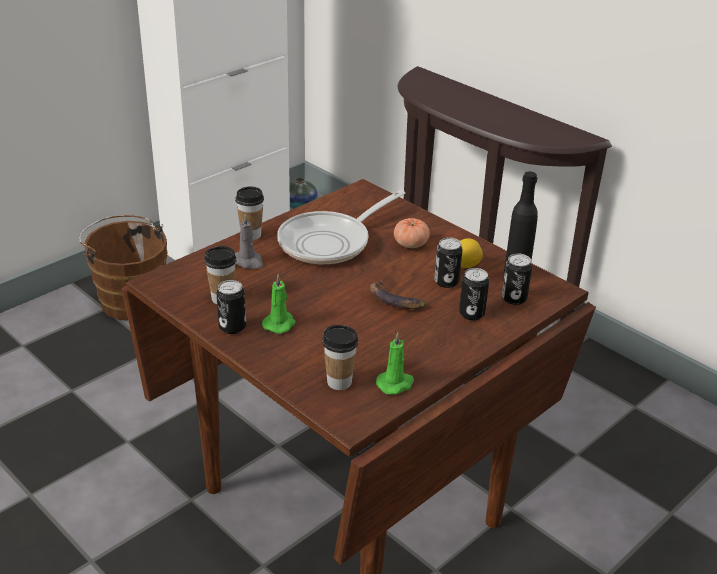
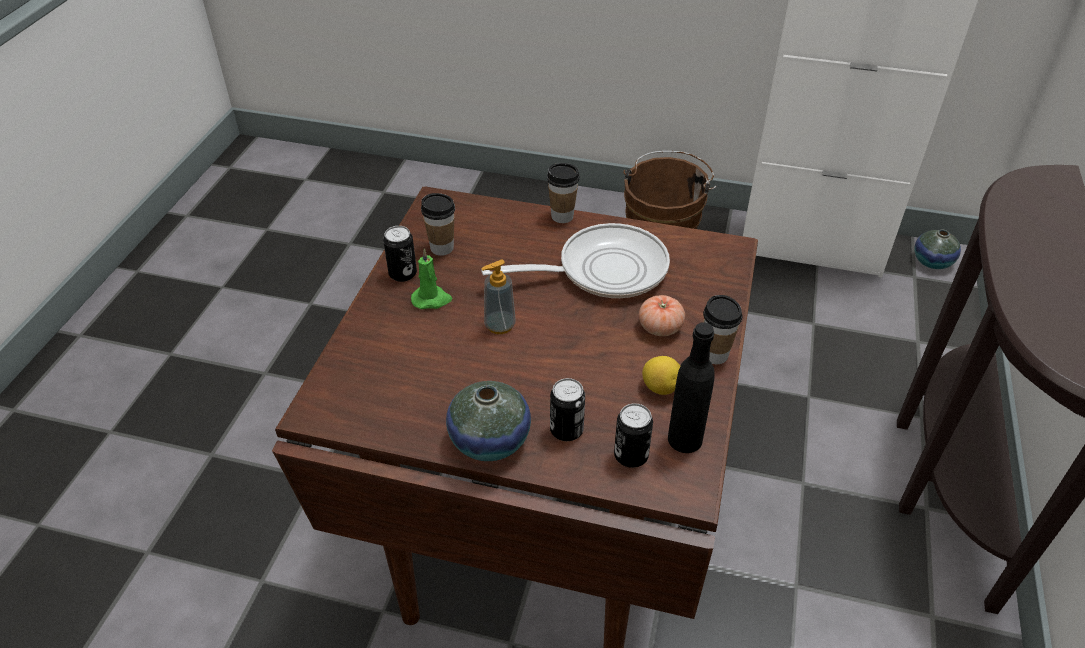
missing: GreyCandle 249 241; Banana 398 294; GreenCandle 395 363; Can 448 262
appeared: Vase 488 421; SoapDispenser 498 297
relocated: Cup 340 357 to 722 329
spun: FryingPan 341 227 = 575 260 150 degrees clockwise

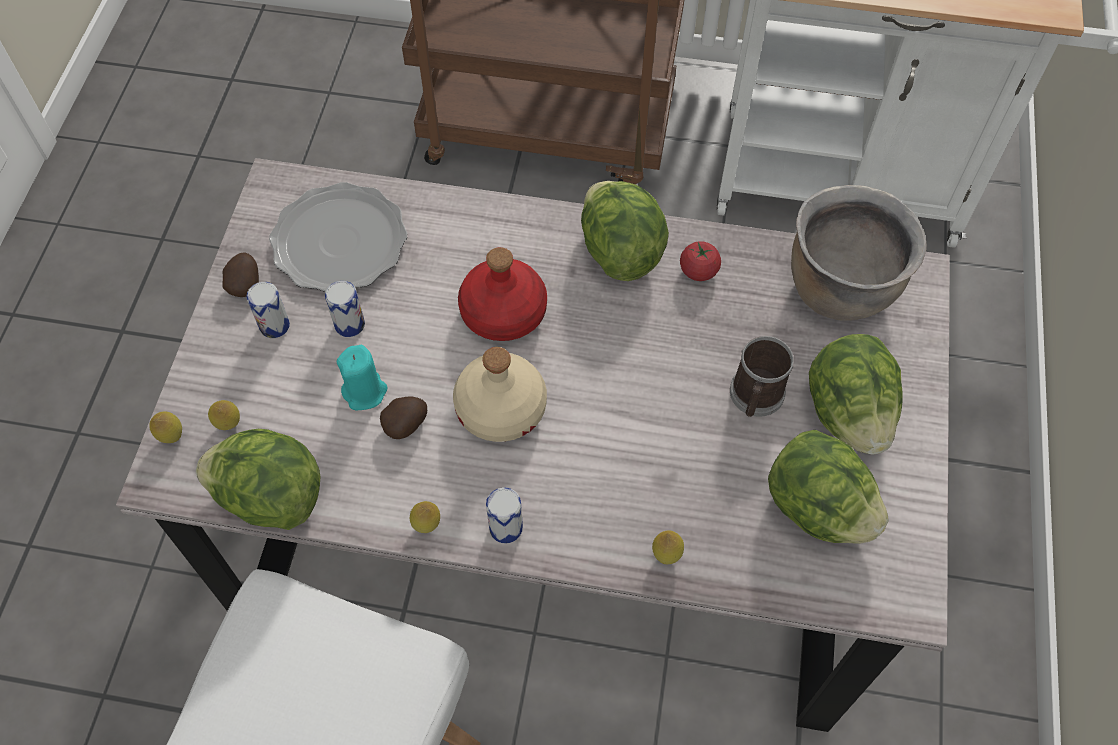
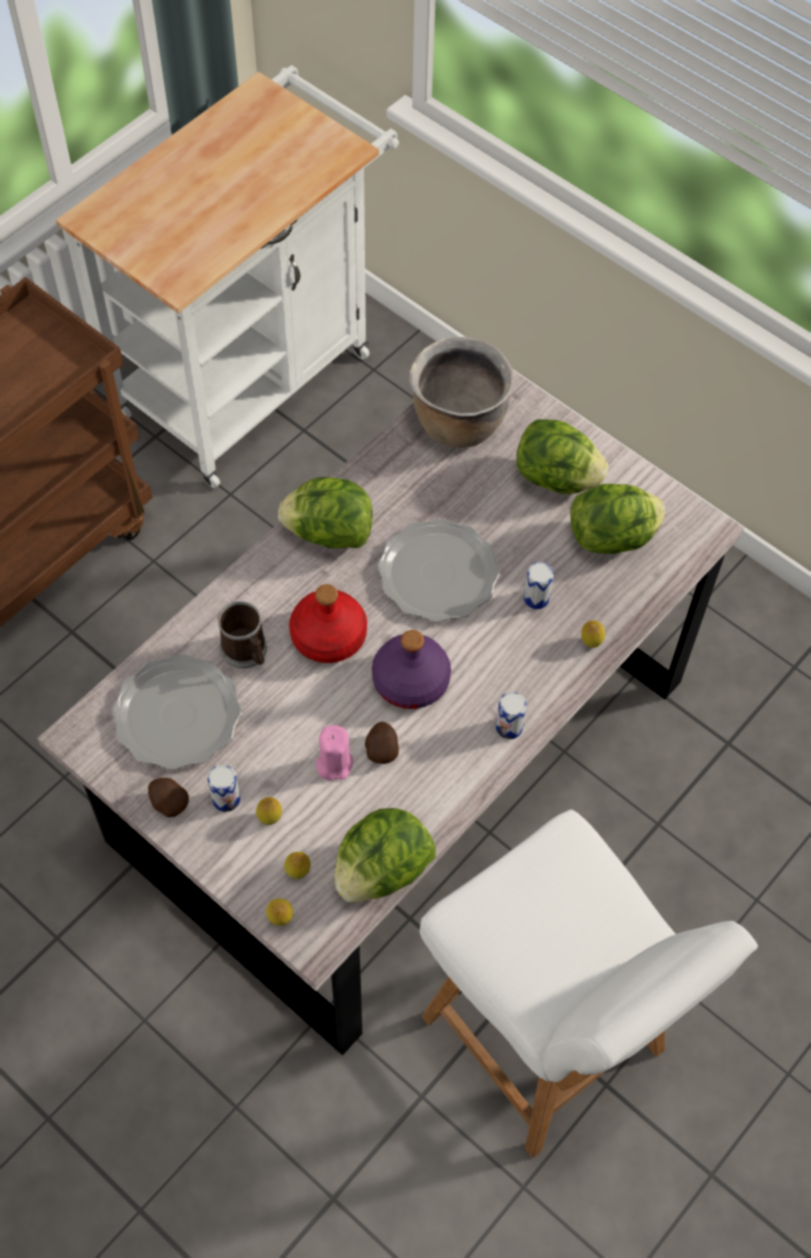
missing: Tomato 700 261
appeared: Plate 438 570
relocated: Mug 762 376 to 242 635; Lemon 425 517 to 269 811; Can 345 309 to 539 585
colour: TurquoiseCandle 362 377 to PinkCandle 334 752; BeigeBottle 500 394 to PurpleBottle 411 669

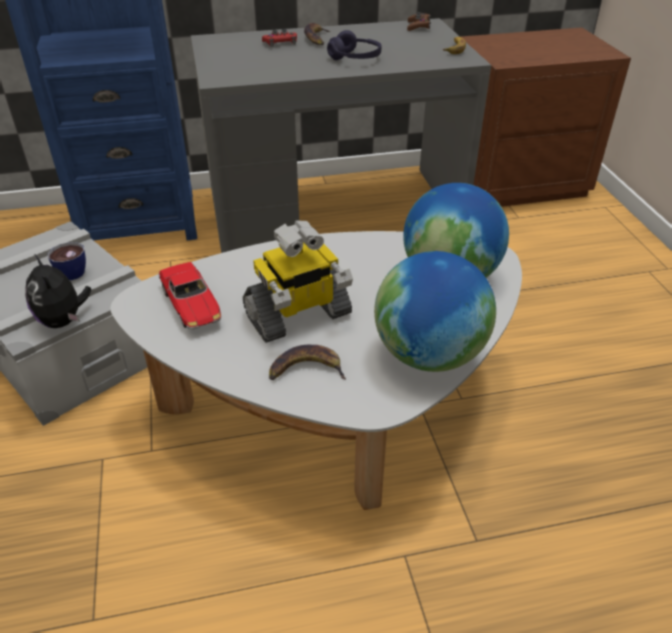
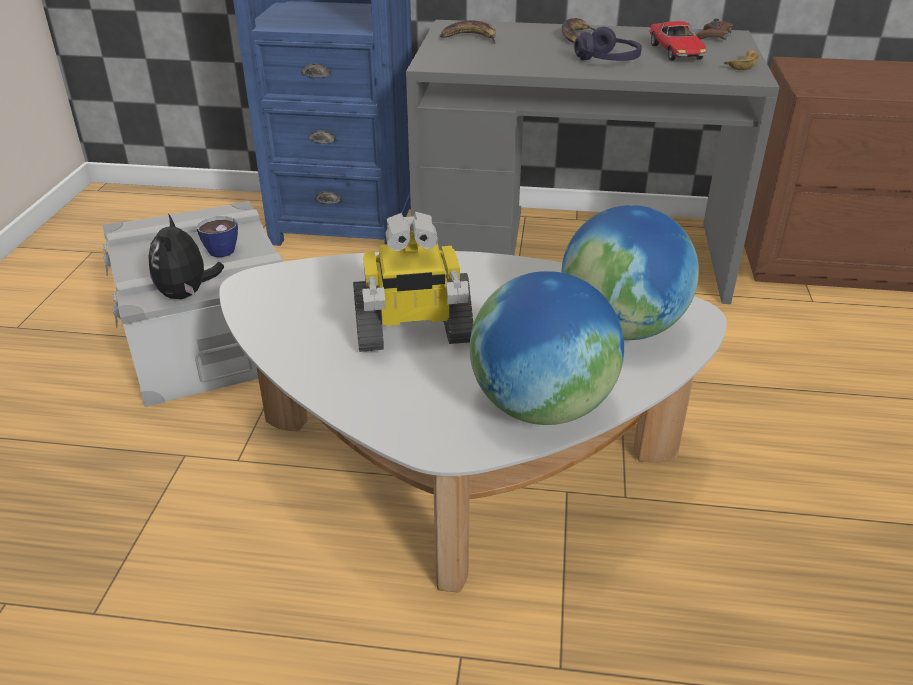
missing: RedGameController 279 38
relocated: Banana 307 362 to 468 32; ToyCar 190 295 to 678 41

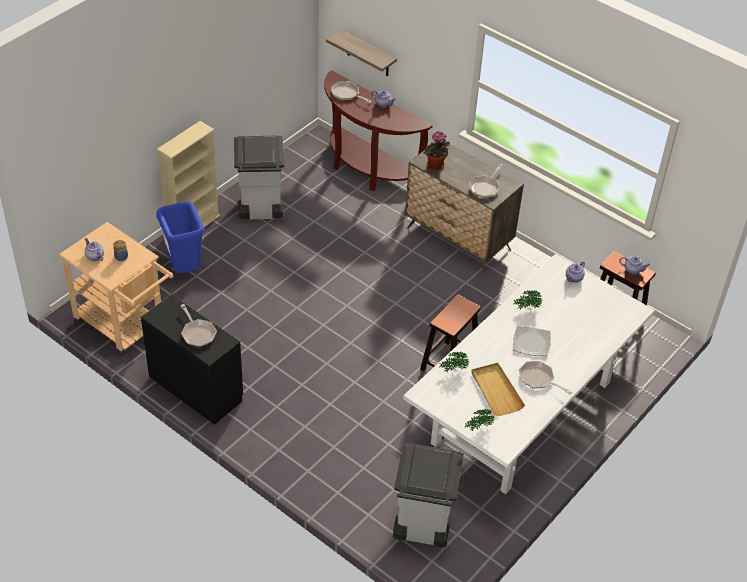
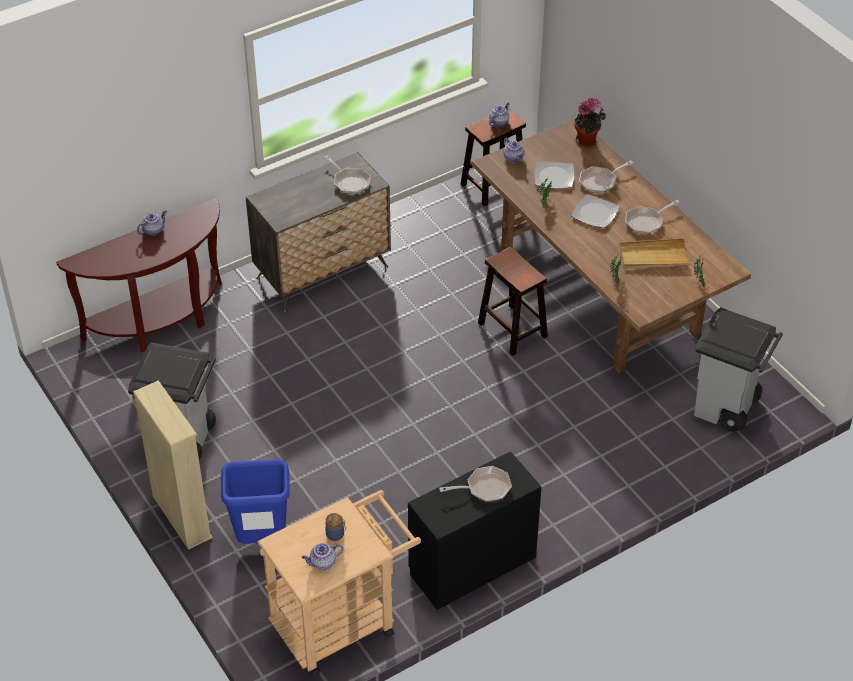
missing: Shelf 361 53
appeared: Plate 554 175
relocated: PottedPlant 436 151 to 590 122; FryingPan 351 92 to 606 177
colour: WhiteDiningTable 529 374 to BrownDiningTable 611 245

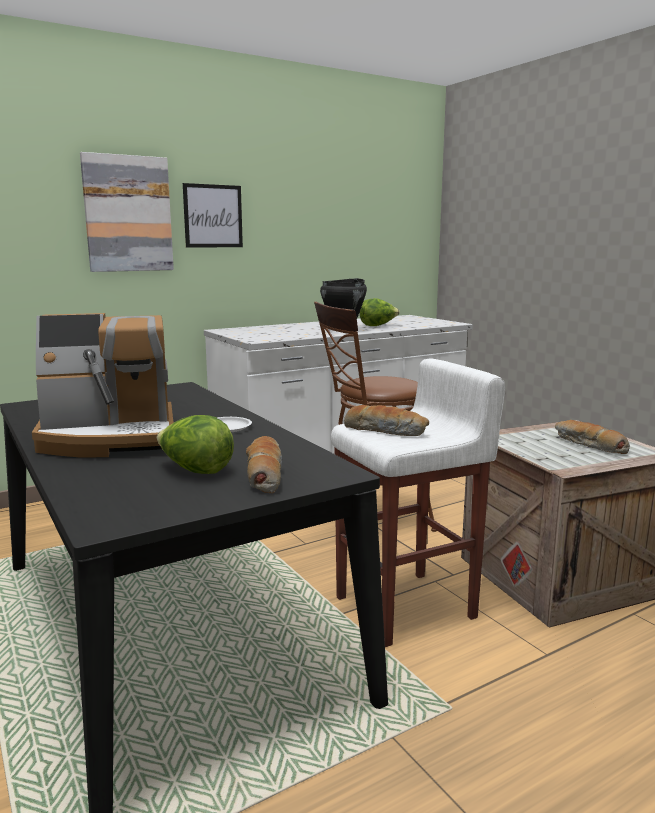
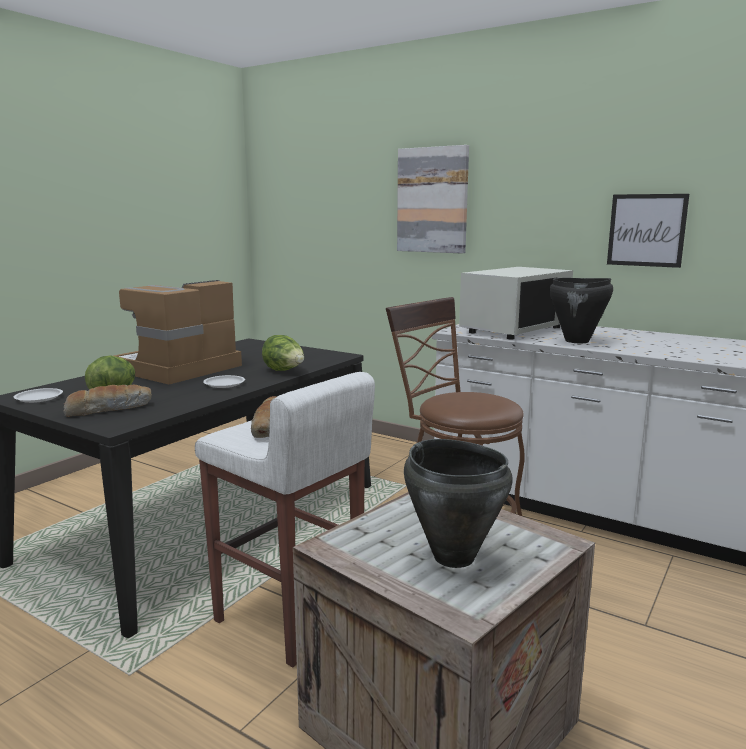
appeared: WhitePlate 38 395; WhiteMicrowave 516 303
relocated: Lettuce 379 312 to 283 353; Picture 213 215 to 648 231
exchanged: Bread 592 437 to BlackCookingPot 458 503
spun: CoffeeMachine 103 385 = 178 332 75 degrees clockwise

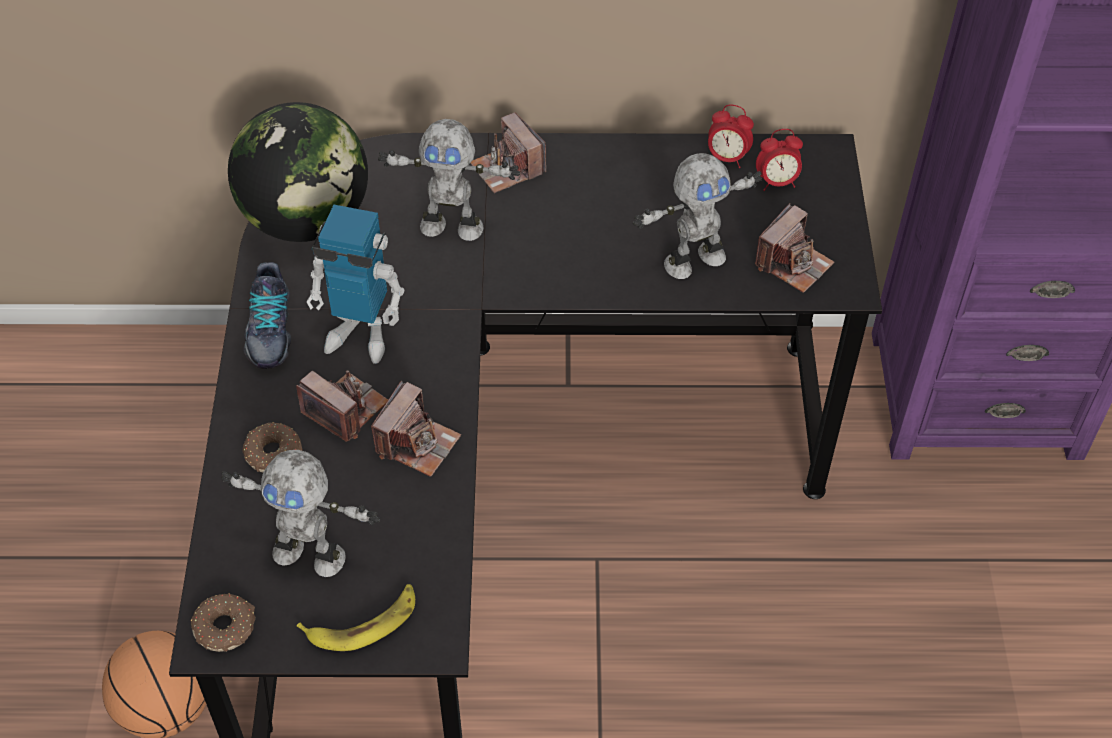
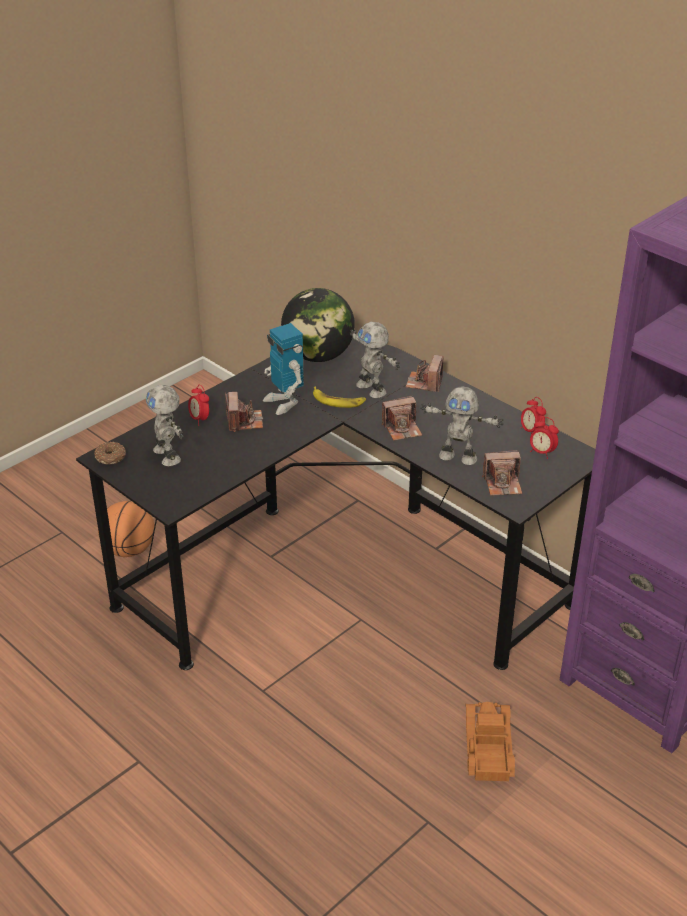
missing: Shoe 267 315
appeared: ToyTruck 490 741
relocated: Banana 356 617 to 339 397; PhotoCamera 416 429 to 402 418
exchanged: Donut 272 447 to AlarmClock 198 405

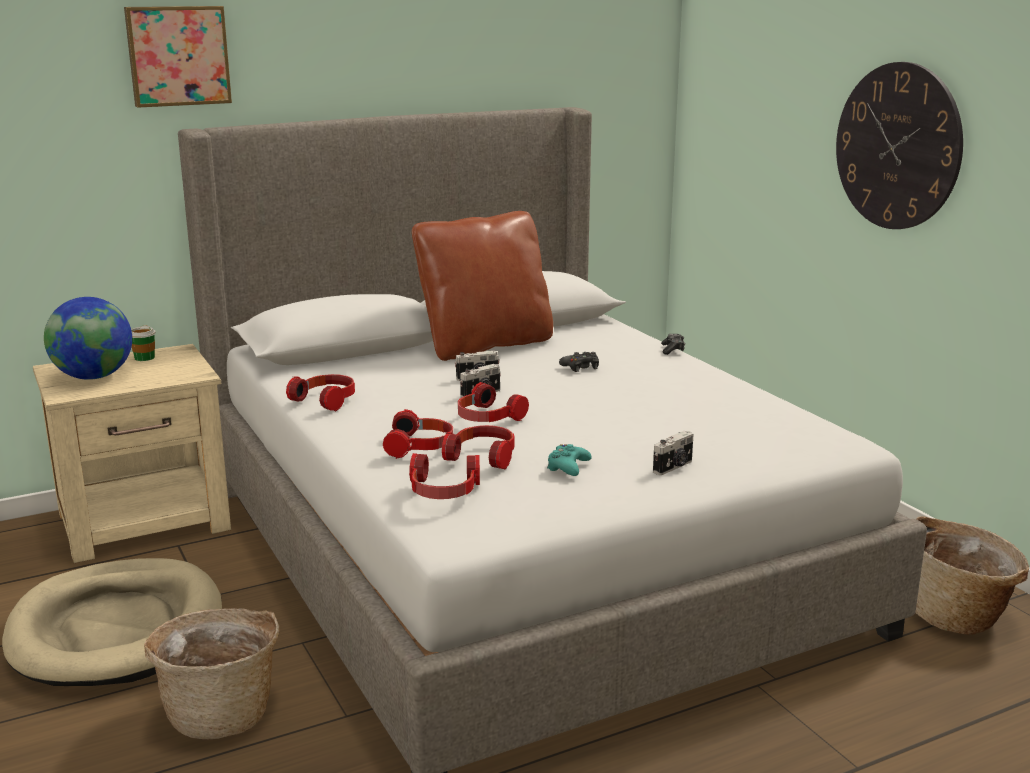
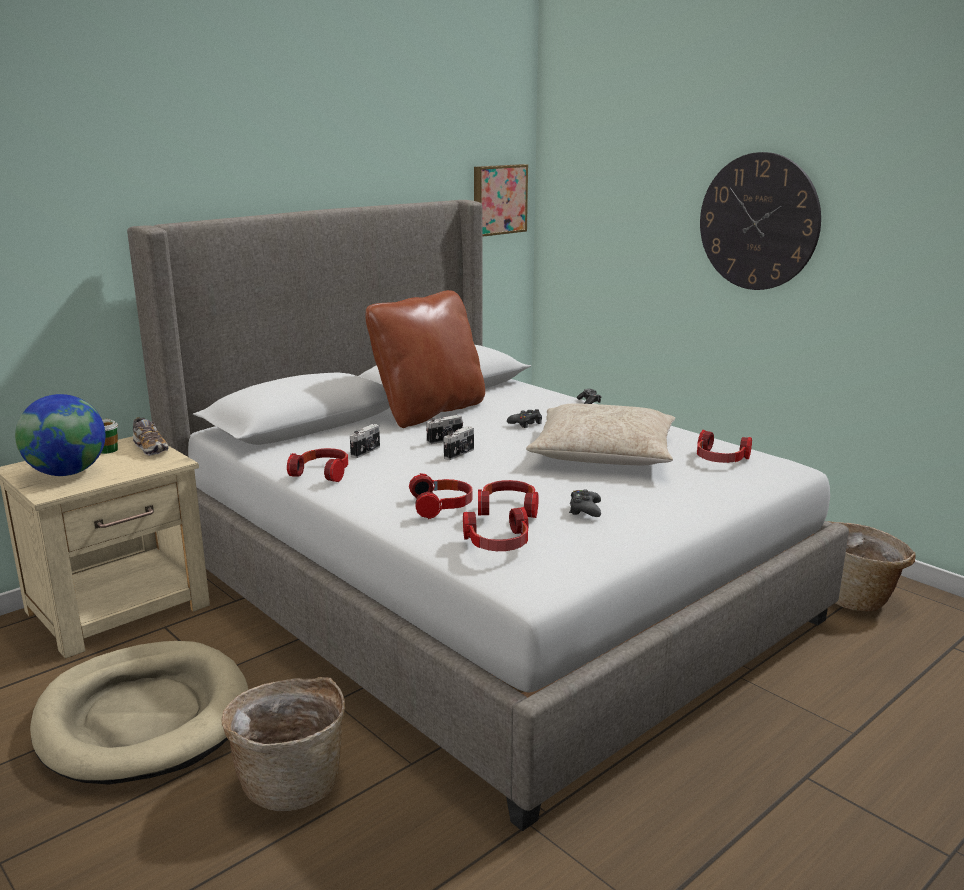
appeared: Shoe 151 436; BeigePillow 600 434
relocated: PhotoCamera 673 453 to 365 441; Picture 178 57 to 501 200; Headphones 493 402 to 724 446
colour: TurquoiseGameController 569 460 to BlackGameController 585 503

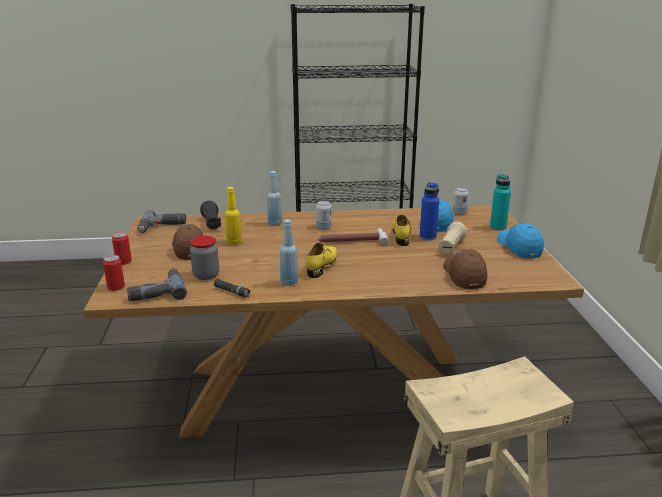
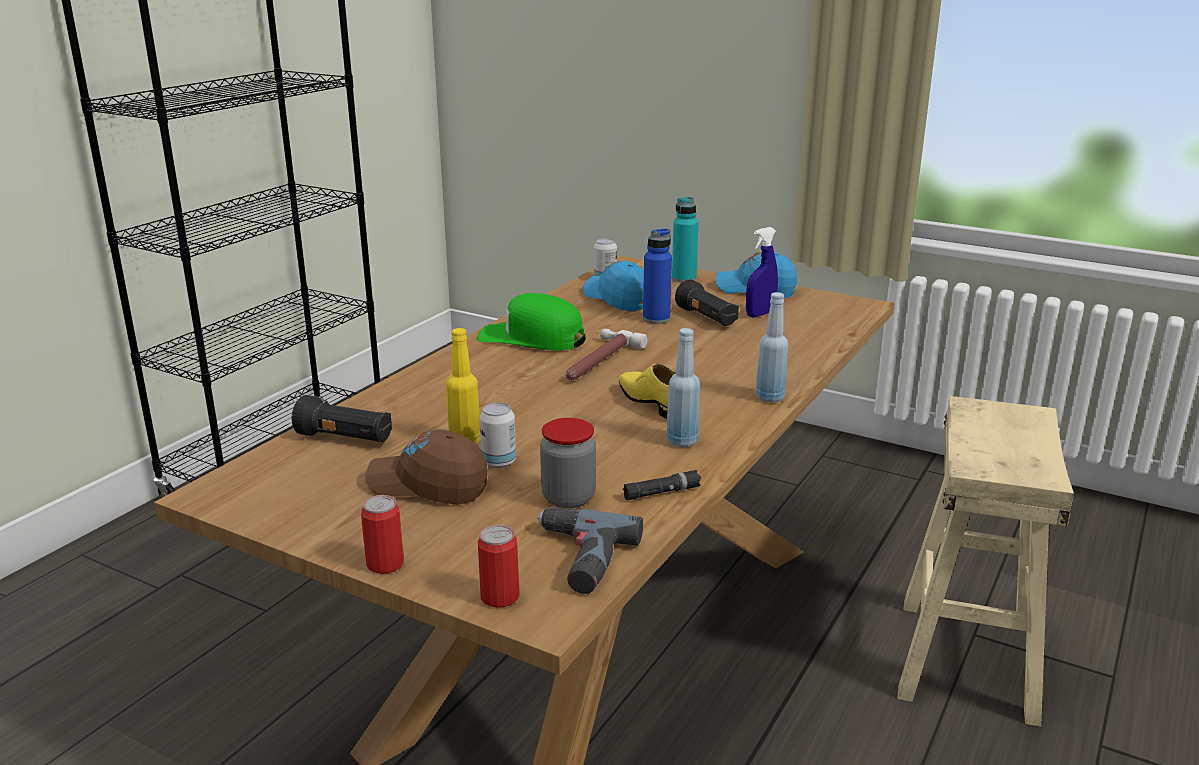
missing: PowerDrill 161 221; YellowShoe 402 230; BrownCap 465 269
appeared: GreenCap 531 321; BlueSprayBottle 762 272
relocated: Can 323 215 to 498 435; BlueBottle 274 198 to 772 347
colour: BeigeFlashlight 452 238 to BlackFlashlight 707 302

